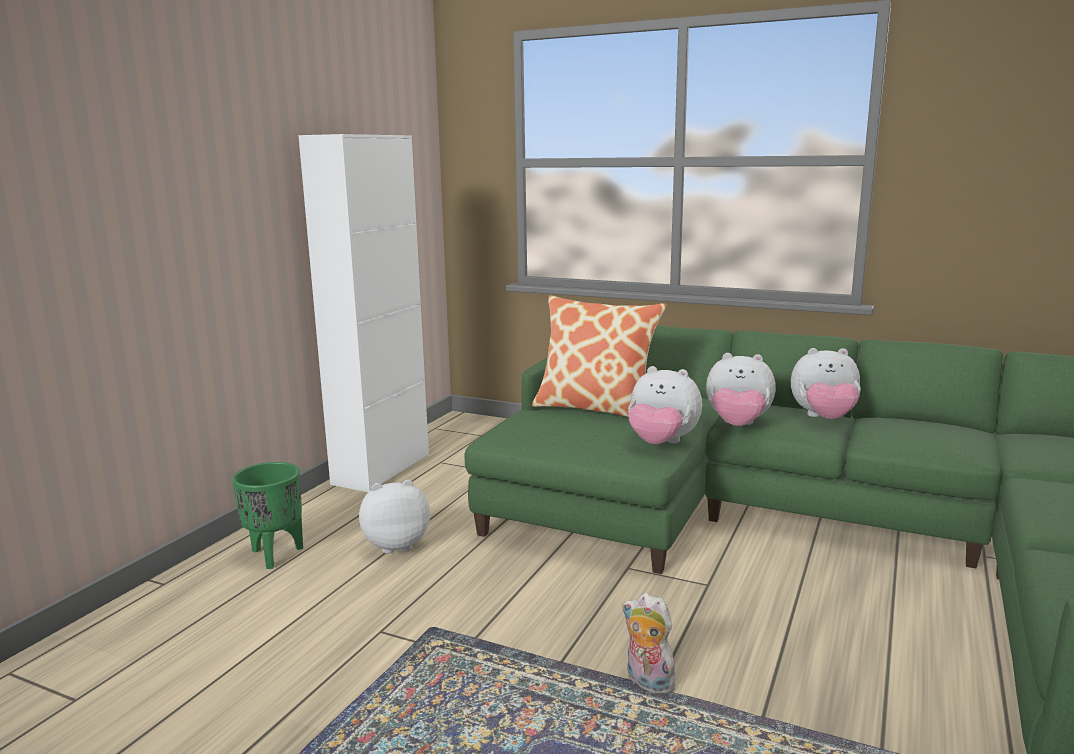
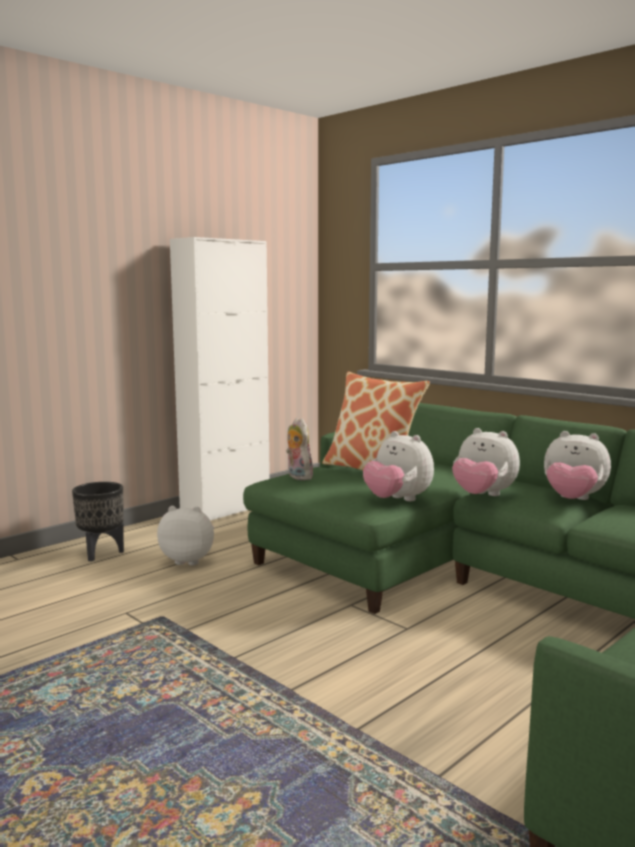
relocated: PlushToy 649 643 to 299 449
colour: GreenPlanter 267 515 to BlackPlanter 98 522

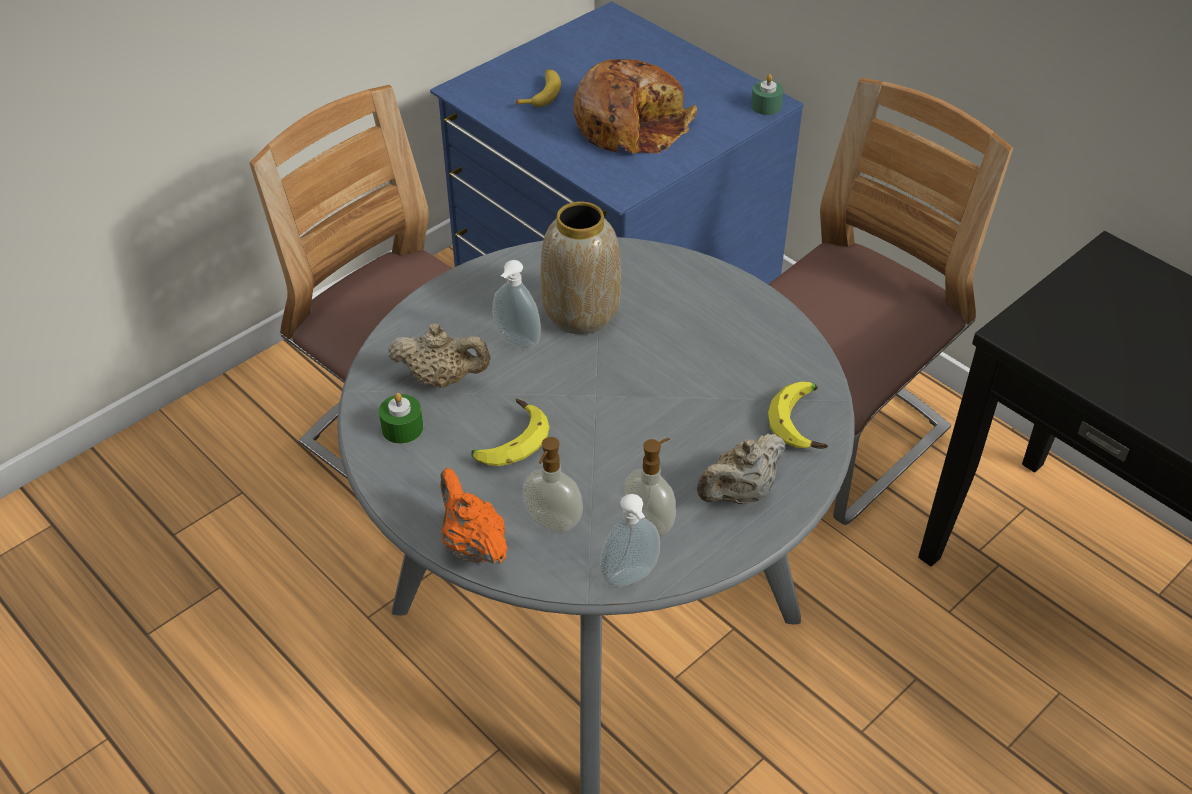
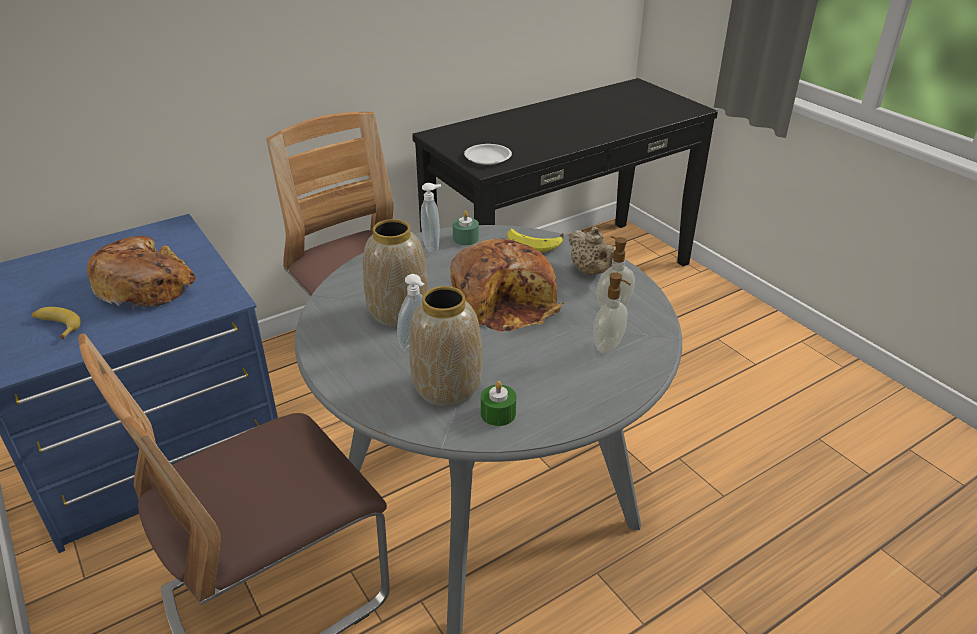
missing: OrangeTeapot 473 516; Banana 510 432
appeared: Bread 507 285; WhitePlate 488 154
relocated: SoapDispenser 630 540 to 431 218; GreenCandle 767 94 to 466 228
exchanged: BeigeTeapot 439 355 to Vase 445 346

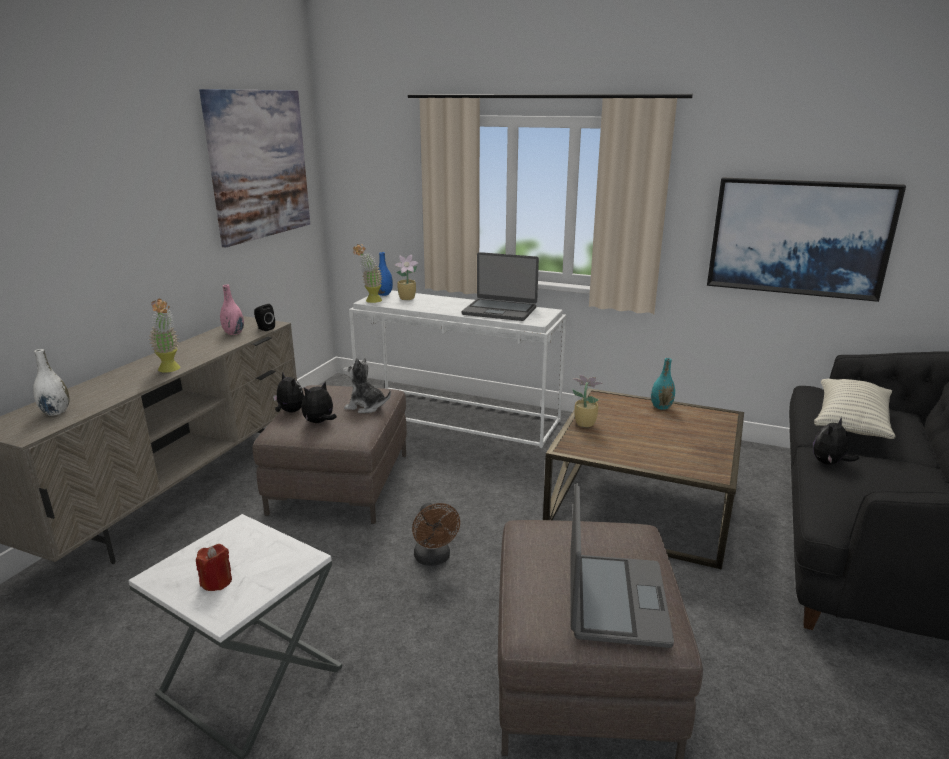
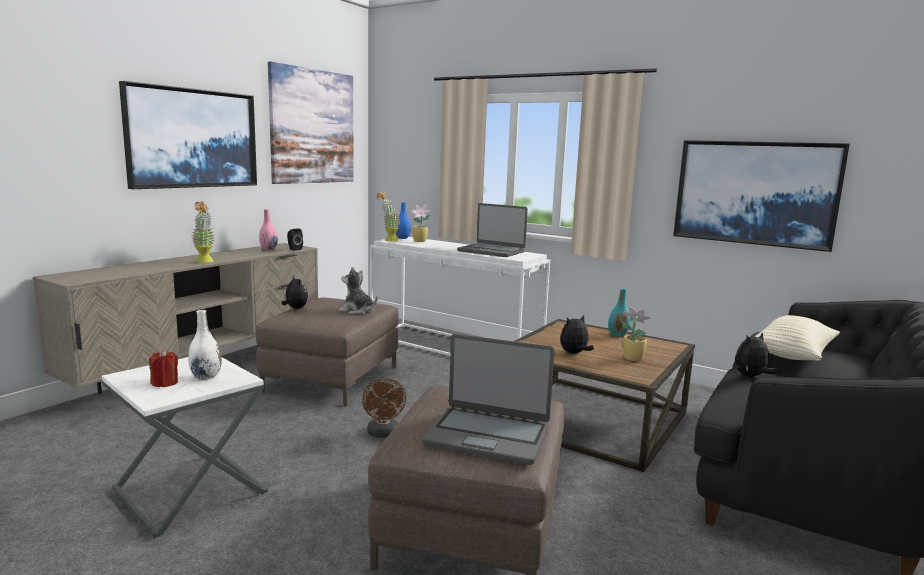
appeared: Picture 188 135
relocated: WhiteVase 51 382 to 204 345; PlushToy 319 402 to 577 334; PottedPlant 587 401 to 636 334
spun: Laptop 622 565 = 488 399 90 degrees clockwise

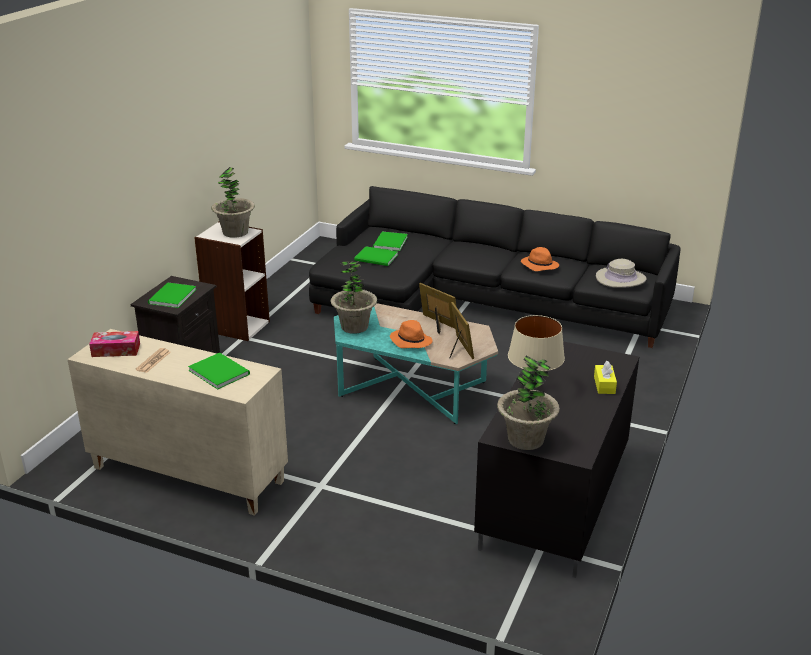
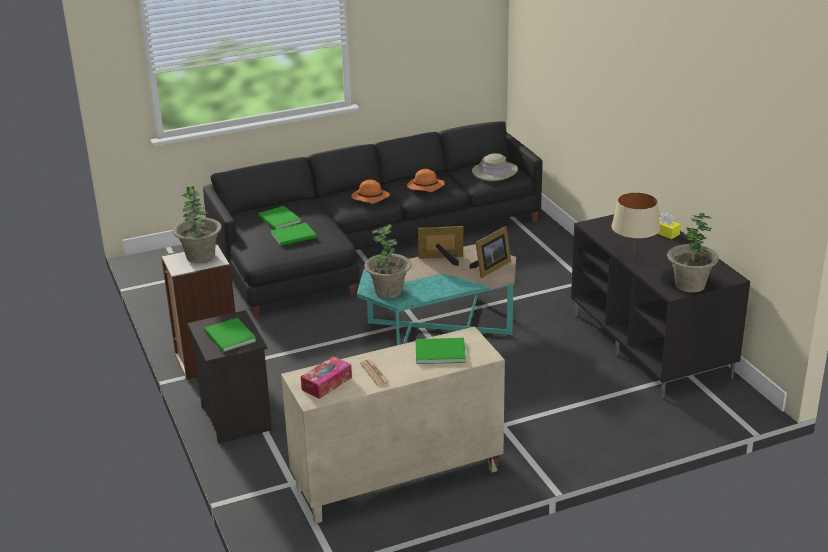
relocated: OrangeHat 411 334 to 370 192
spun: PictureFrame 462 330 = 490 252 105 degrees clockwise

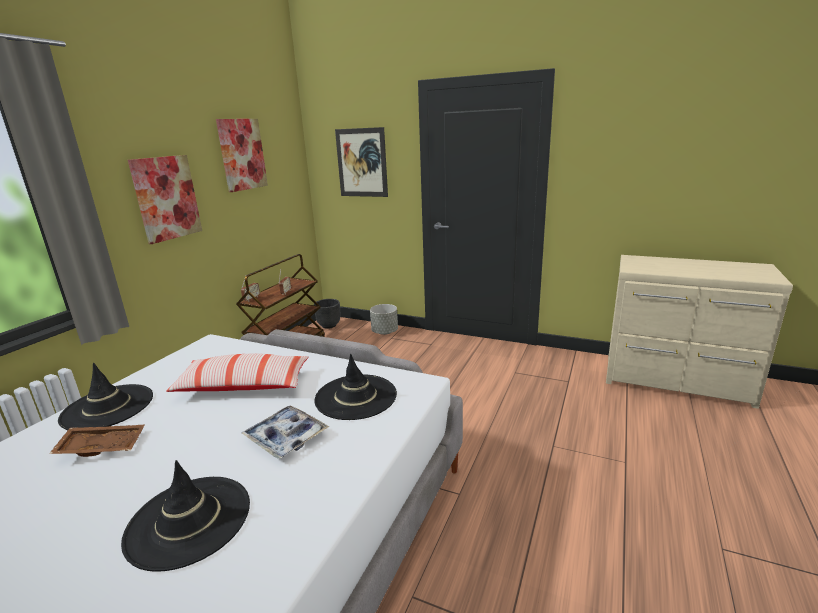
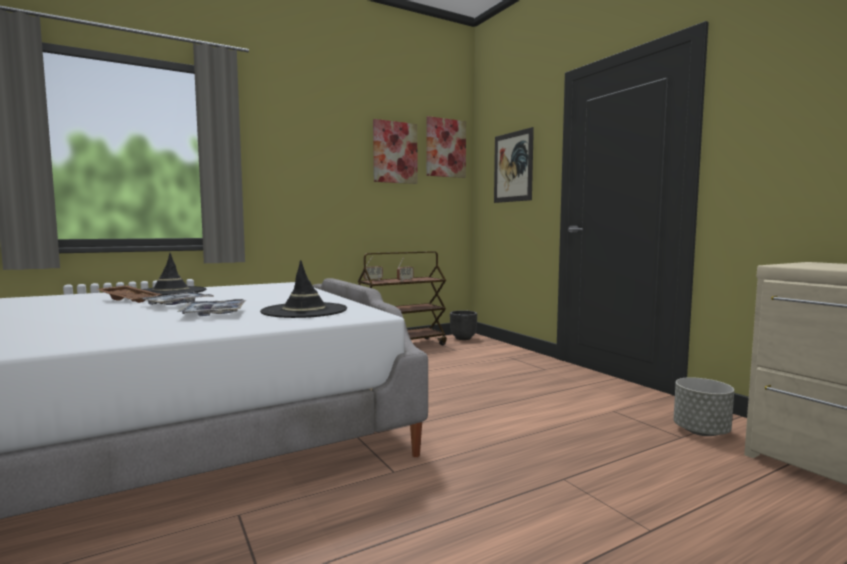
missing: BlackHat 185 516; Pillow 237 372
appeared: Tray 178 298
relocated: Picture 165 199 to 446 147; GreyPlanter 384 319 to 703 406

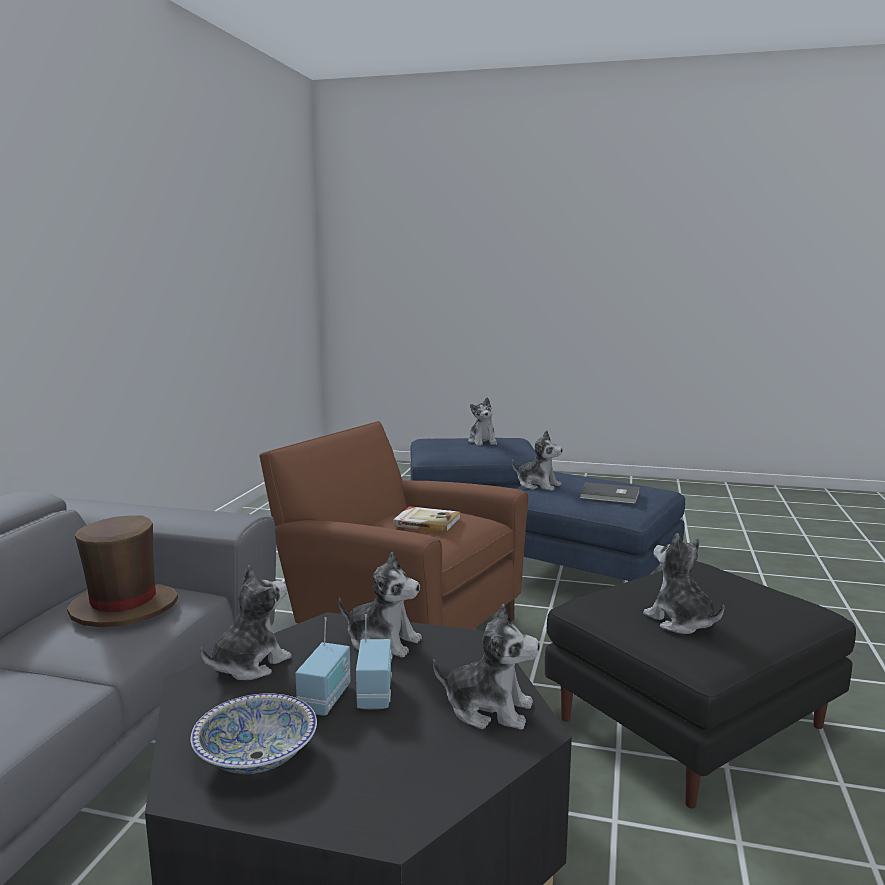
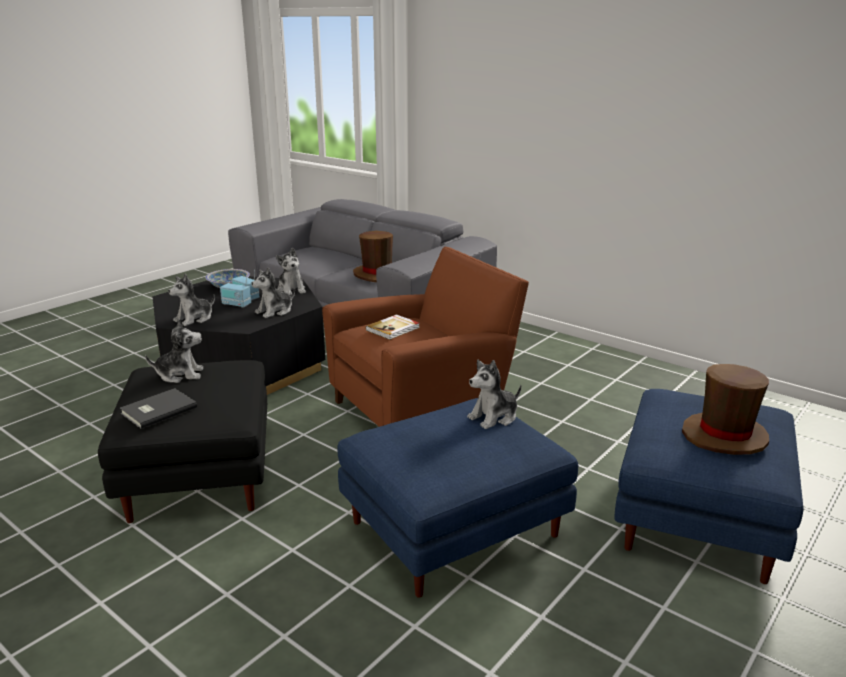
relocated: GreyBook 609 493 to 158 408
exchanged: PlushToy 482 422 to BrownHat 725 409

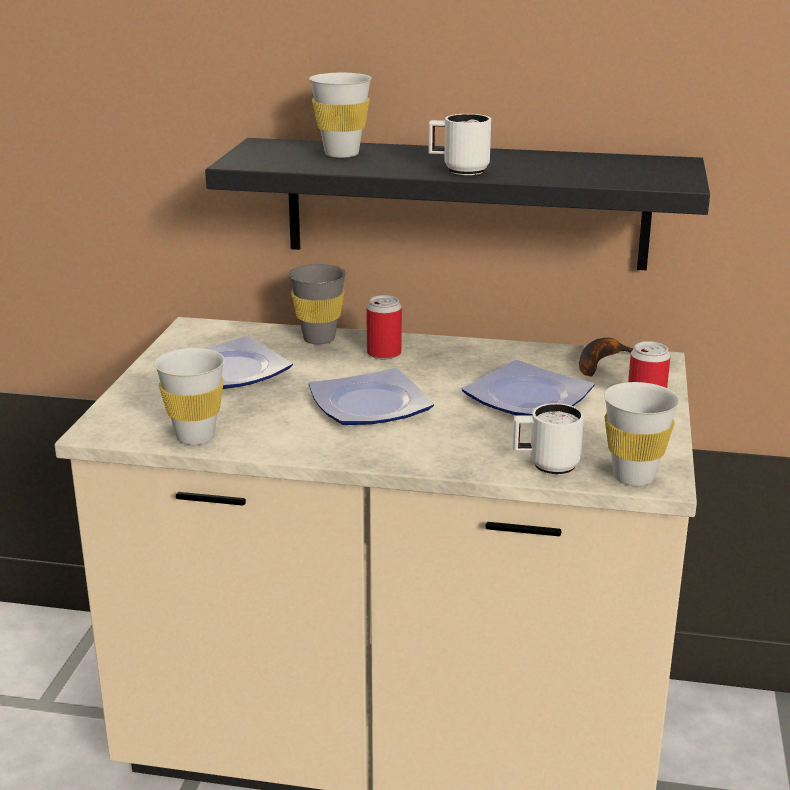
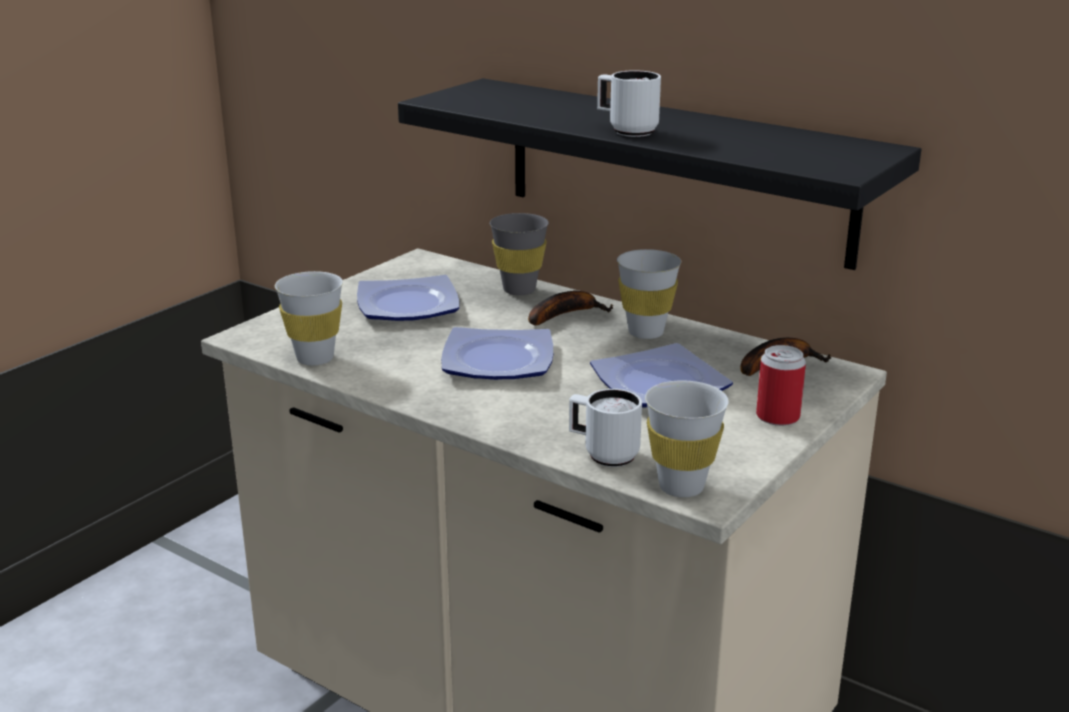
relocated: WhiteCup 340 115 to 649 294
exchanged: Can 384 327 to Banana 570 308

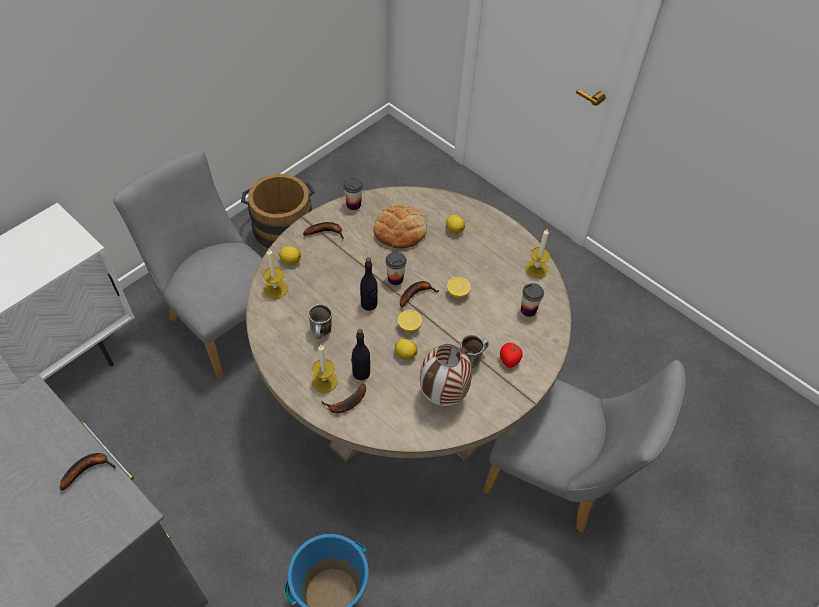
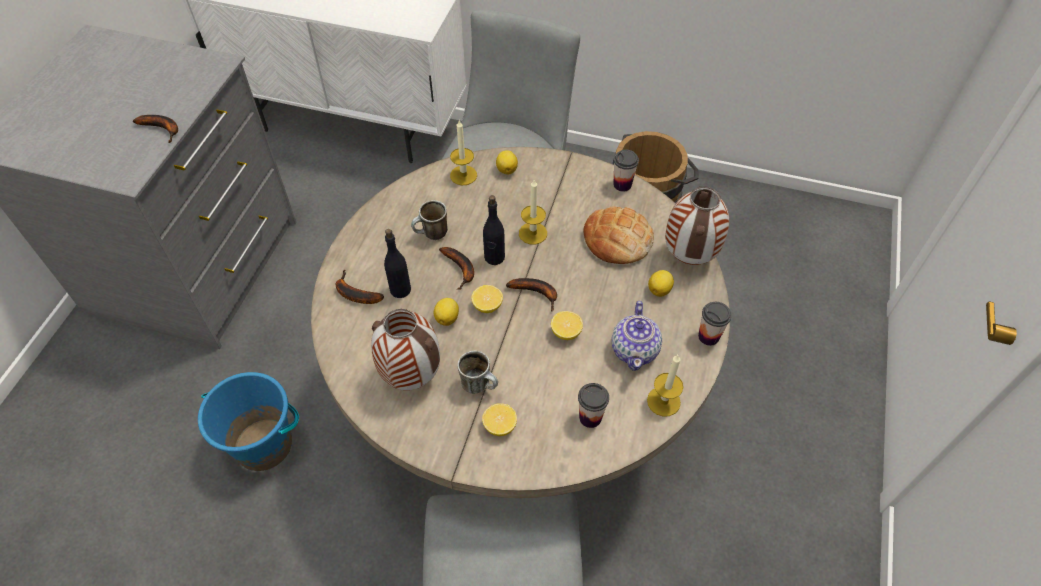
appeared: Teapot 637 336; Vase 697 225
relocated: Banana 323 231 to 456 268; Candle 325 369 to 533 212; Cup 396 268 to 715 324
exchanged: Tomato 511 355 to Lemon 499 419

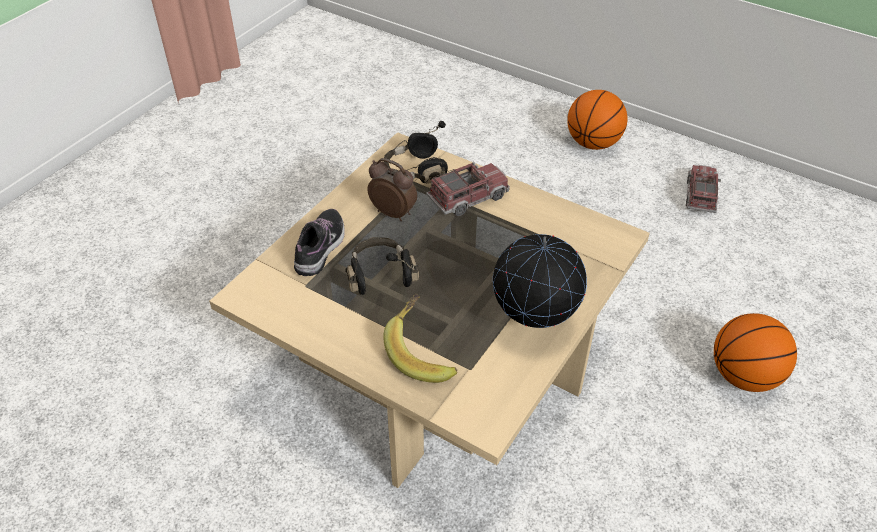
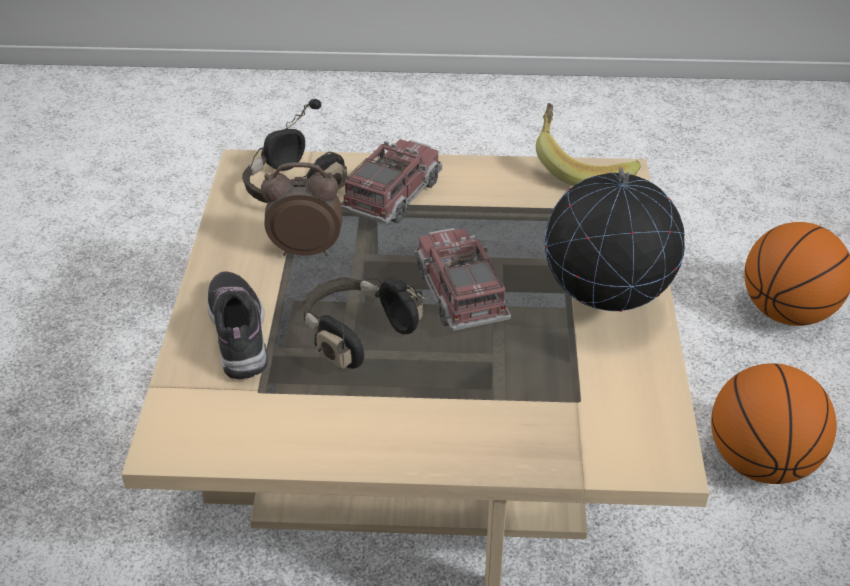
relocated: ToyTruck 703 189 to 462 279; Banana 420 338 to 588 144; Basketball 597 120 to 774 423

